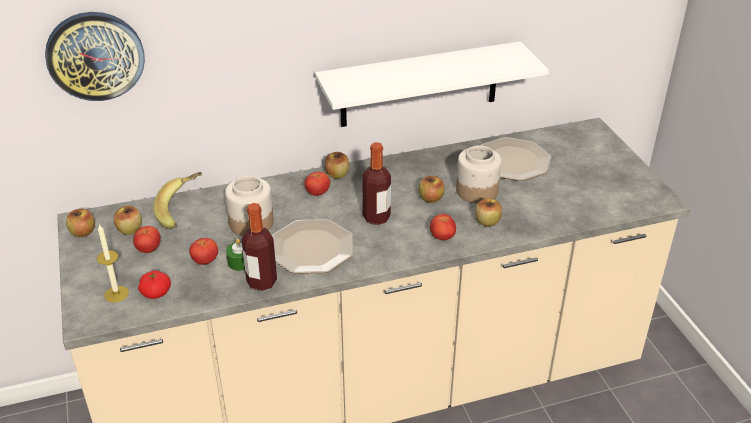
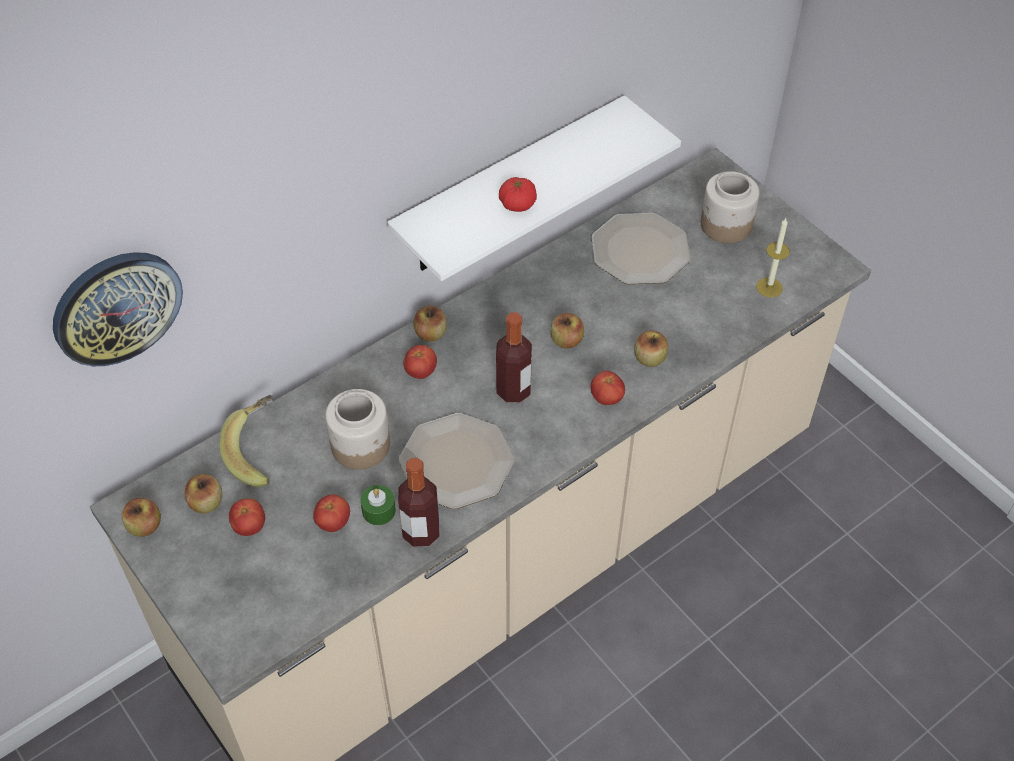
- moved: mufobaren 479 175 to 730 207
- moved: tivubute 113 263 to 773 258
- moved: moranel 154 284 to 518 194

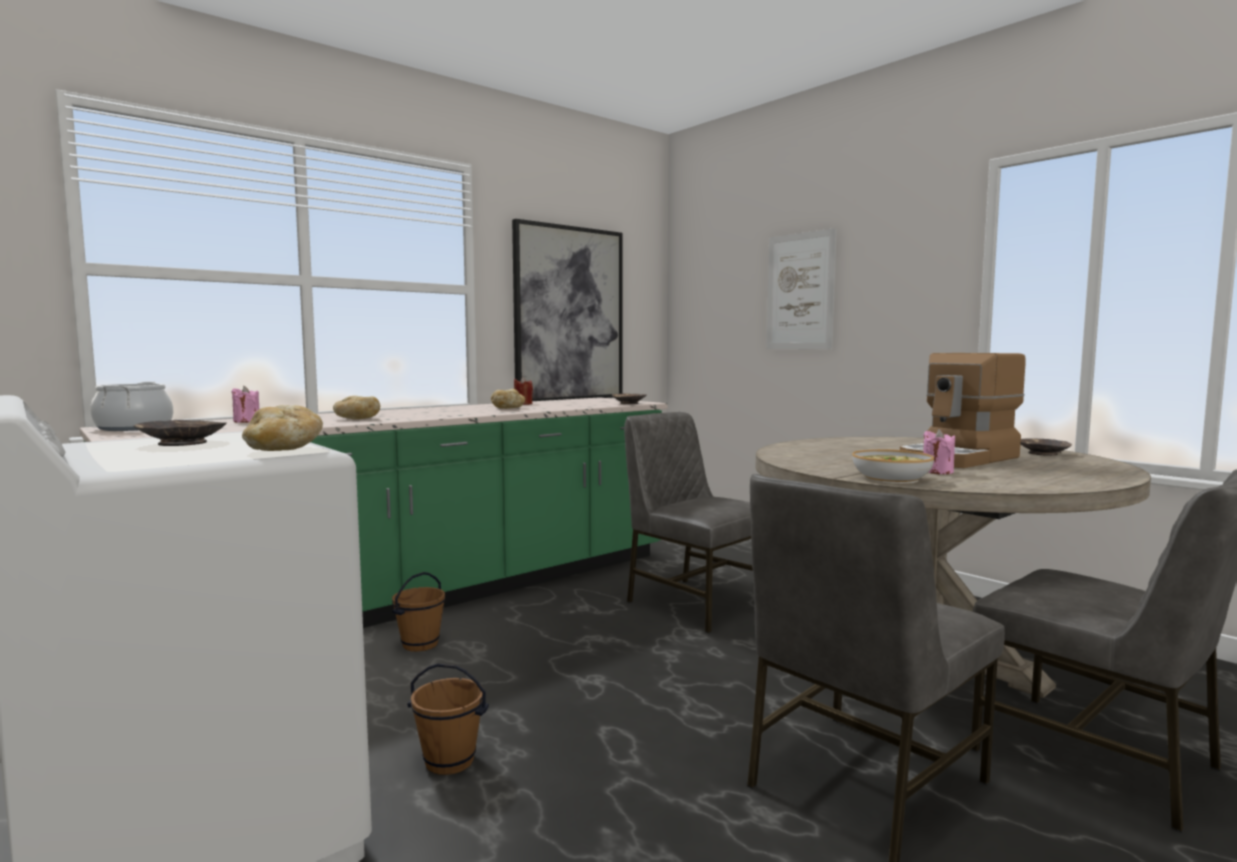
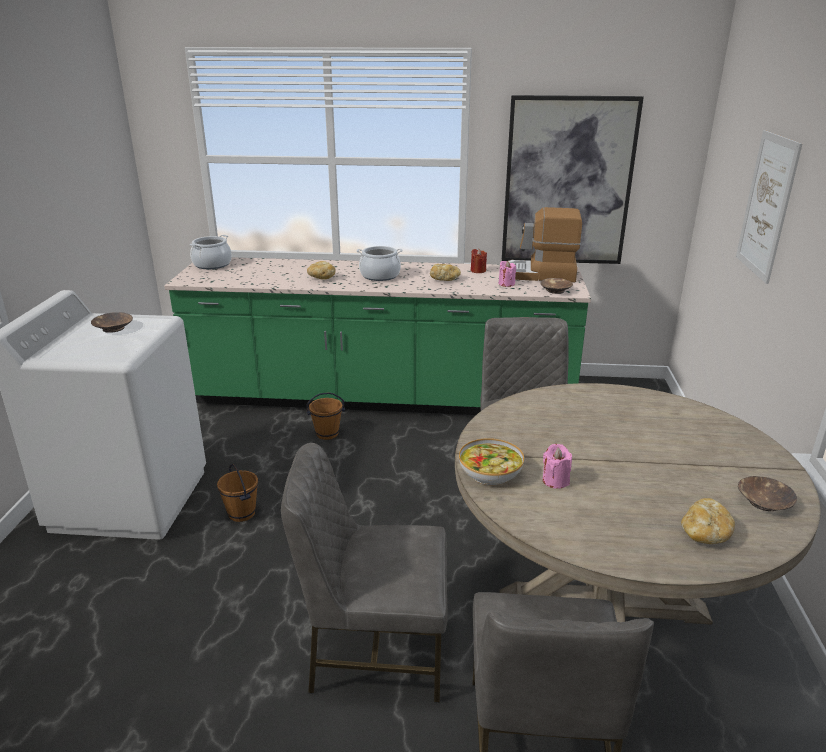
- moved: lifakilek 962 410 to 544 244
- moved: pink_tivubute 245 404 to 507 274
- moved: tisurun 282 428 to 708 521
- added: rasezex 380 263

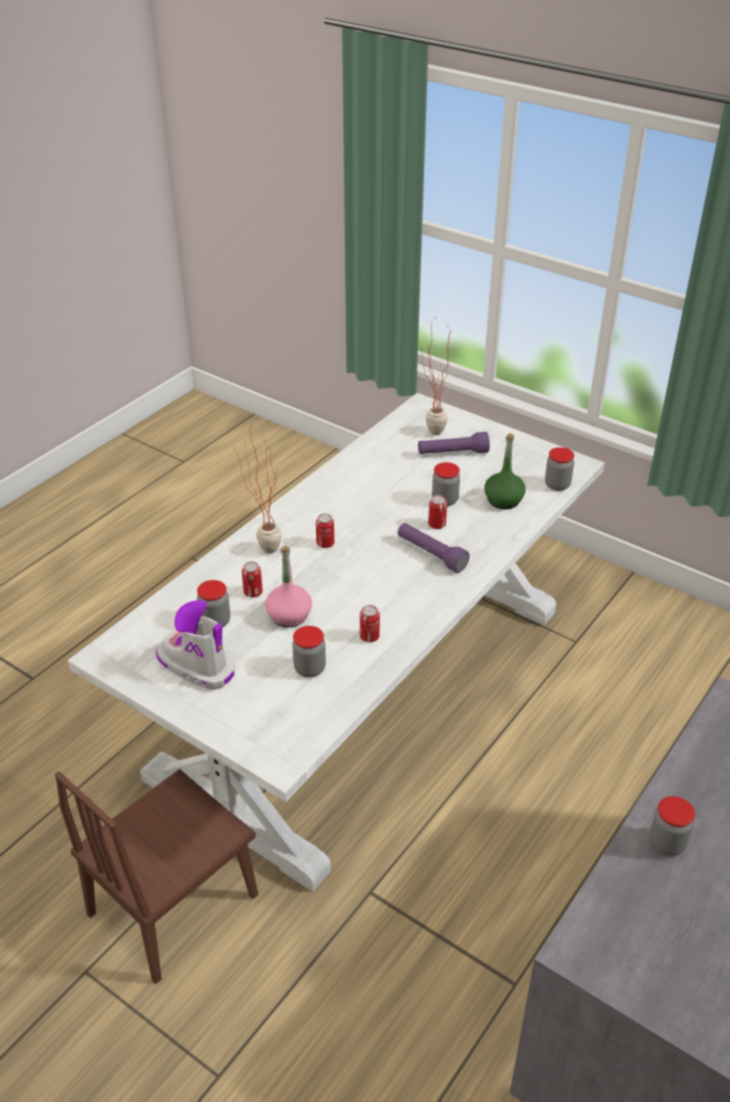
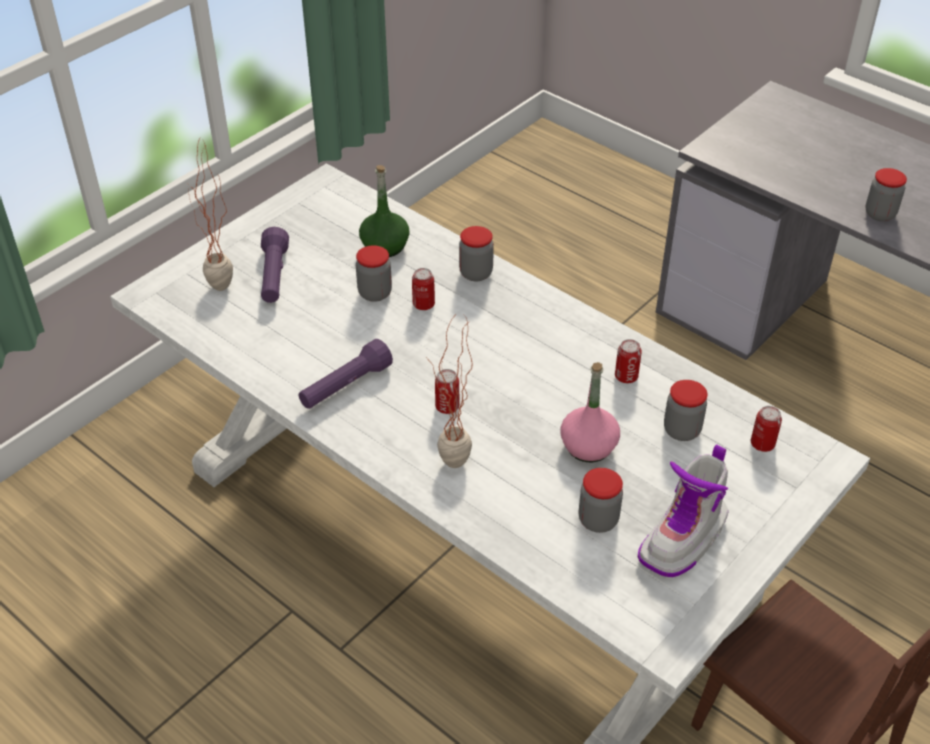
- moved: mufobaren 559 469 to 476 253
- moved: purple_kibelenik 434 548 to 346 374
- moved: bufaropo 252 579 to 766 429

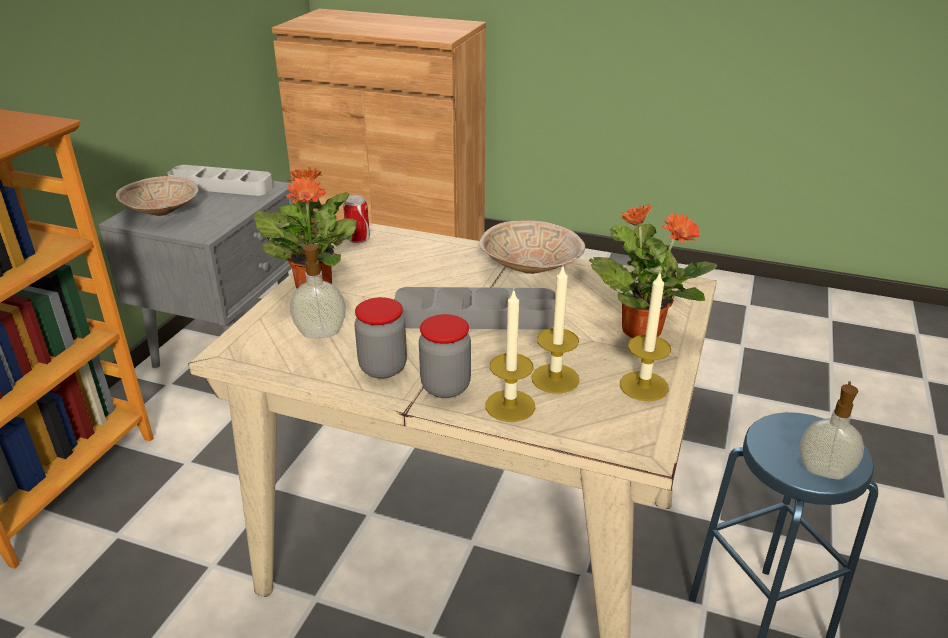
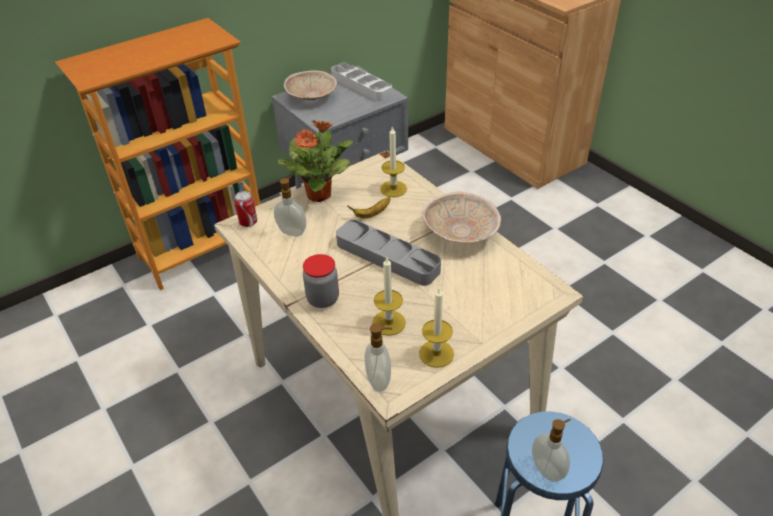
- moved: bufaropo 356 219 to 245 209
- removed: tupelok 653 270
- moved: tivubute 510 355 to 393 161
- removed: mufobaren 380 338
- added: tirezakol 369 207
- added: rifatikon 378 357

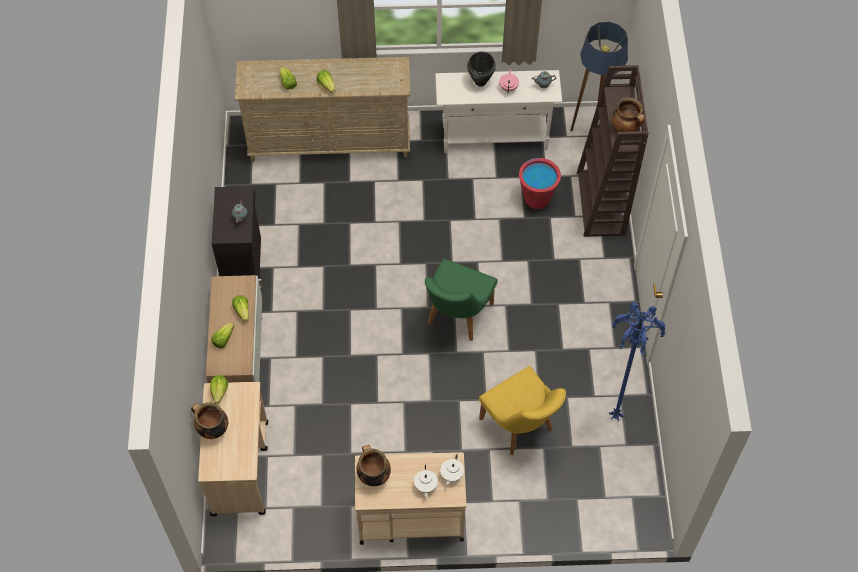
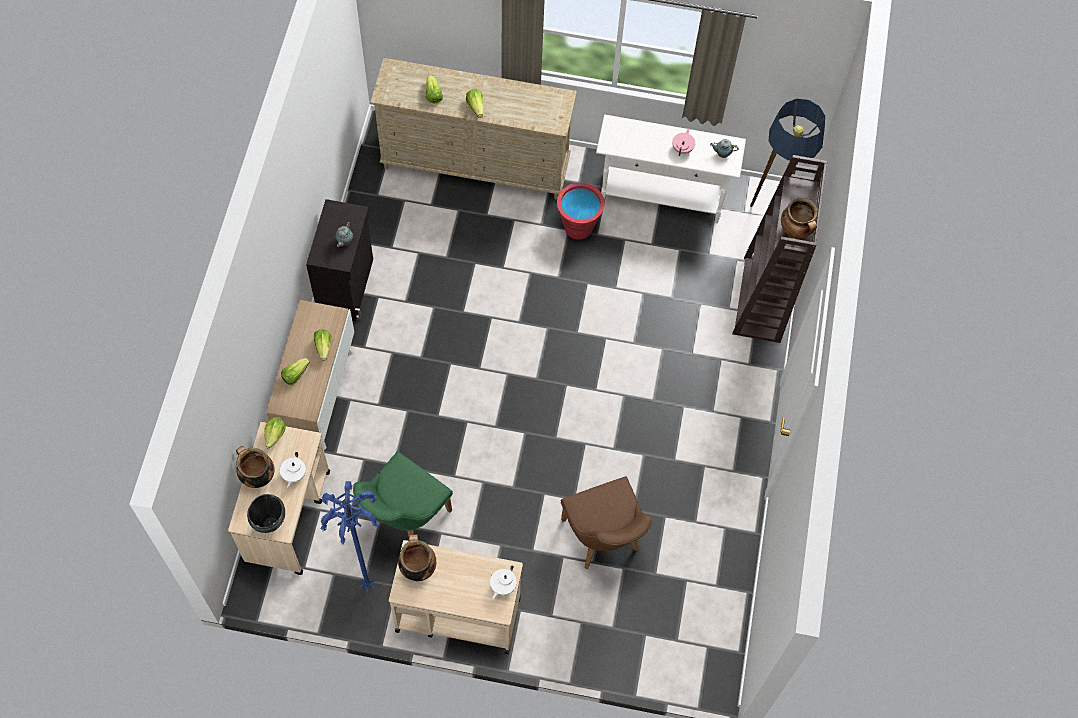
- moved: black_rasezex 481 69 to 266 513
- moved: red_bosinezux 540 183 to 581 211
- moved: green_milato 461 300 to 403 494
- moved: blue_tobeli 637 361 to 350 536
- recoloured: yellow_milato 522 410 to brown_milato 606 522
- moved: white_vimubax 426 482 to 293 470

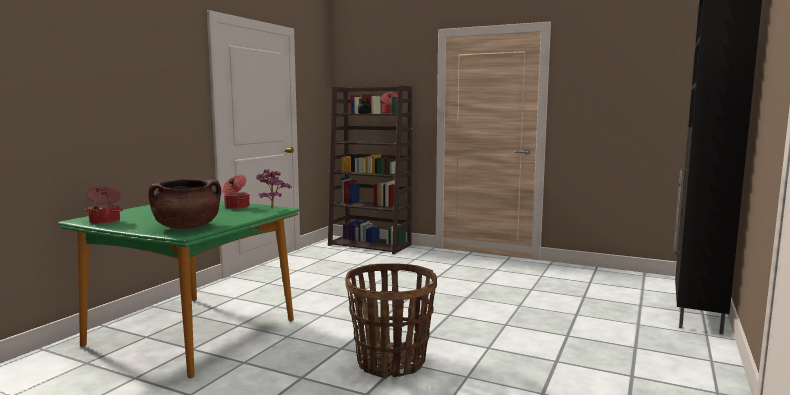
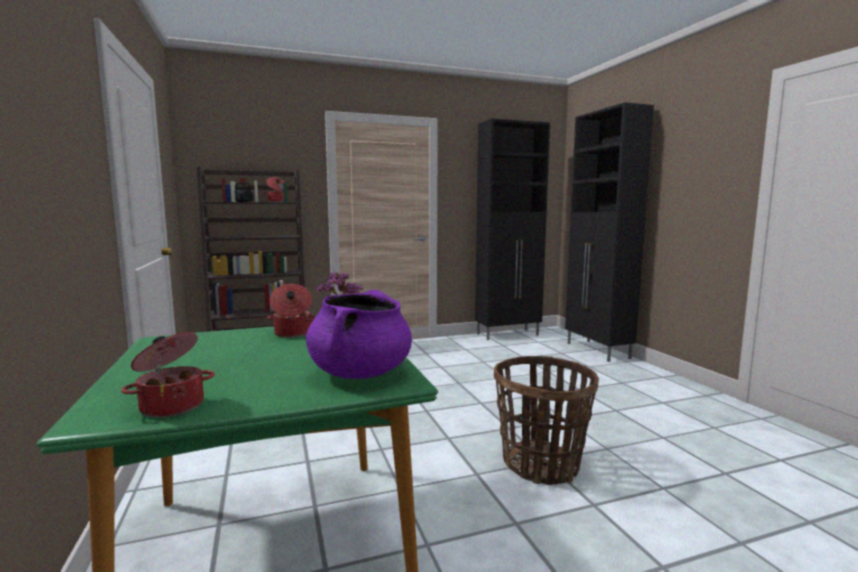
- recoloured: brown_rasezex 184 204 to purple_rasezex 359 334
- added: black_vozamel 512 229

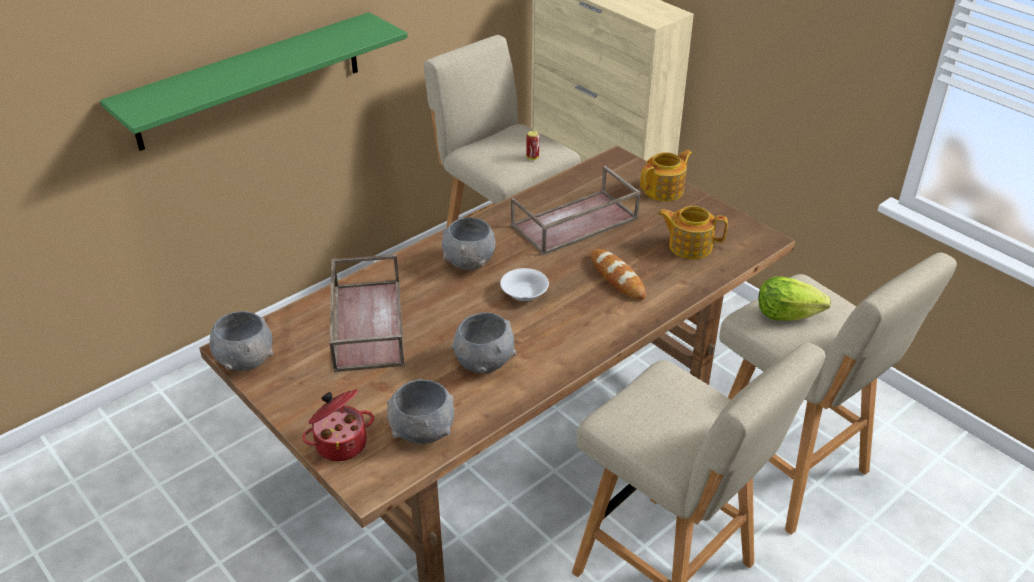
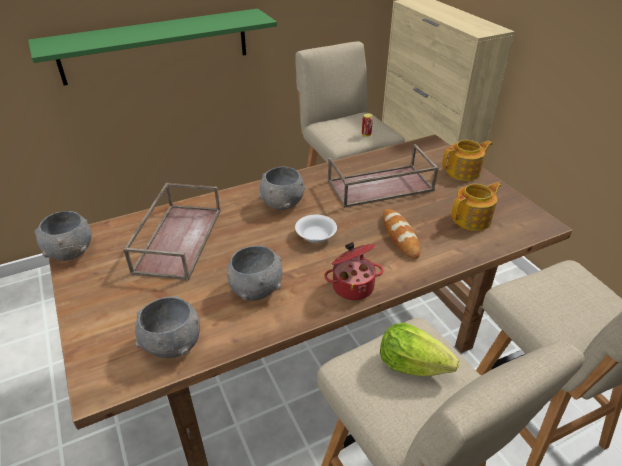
- turned: vimubax 693 232 = 476 206 120 degrees clockwise
- moved: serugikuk 794 298 to 419 349
- moved: rasezex 338 425 to 353 271

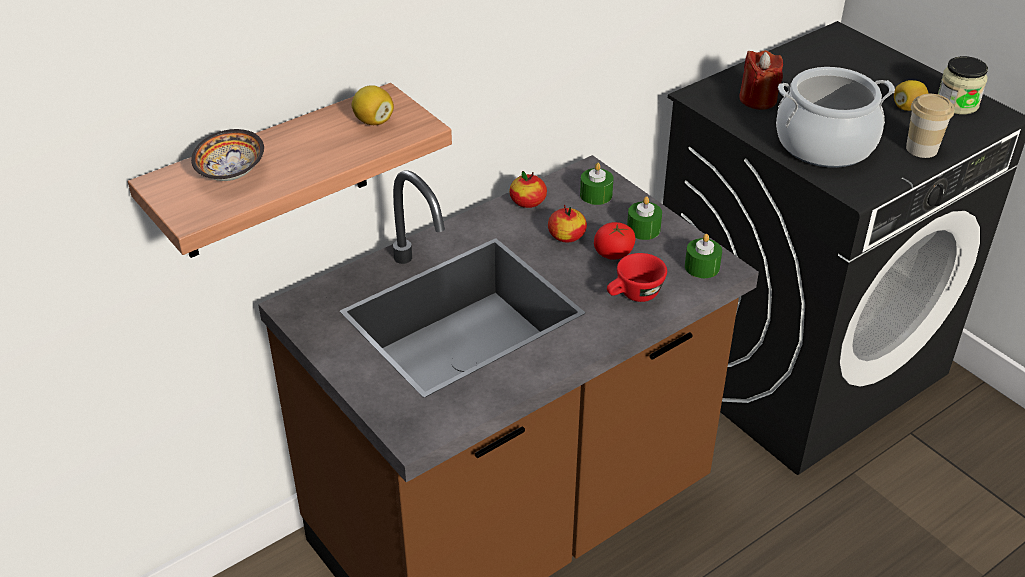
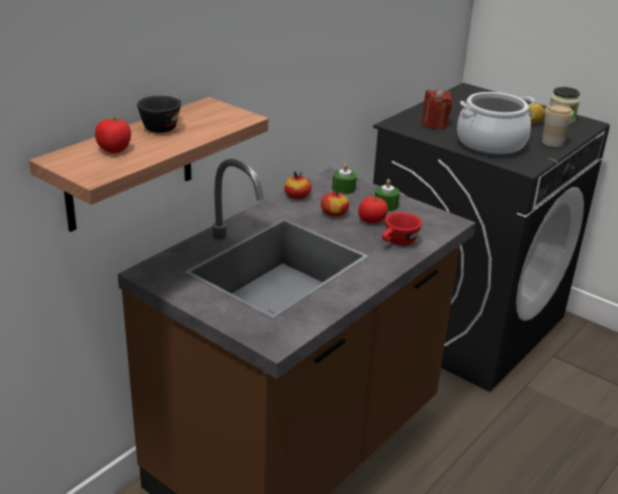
- removed: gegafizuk 372 105
- replaced: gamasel 227 155 to moranel 113 135
- removed: green_tivubute 703 256
- added: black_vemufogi 159 114

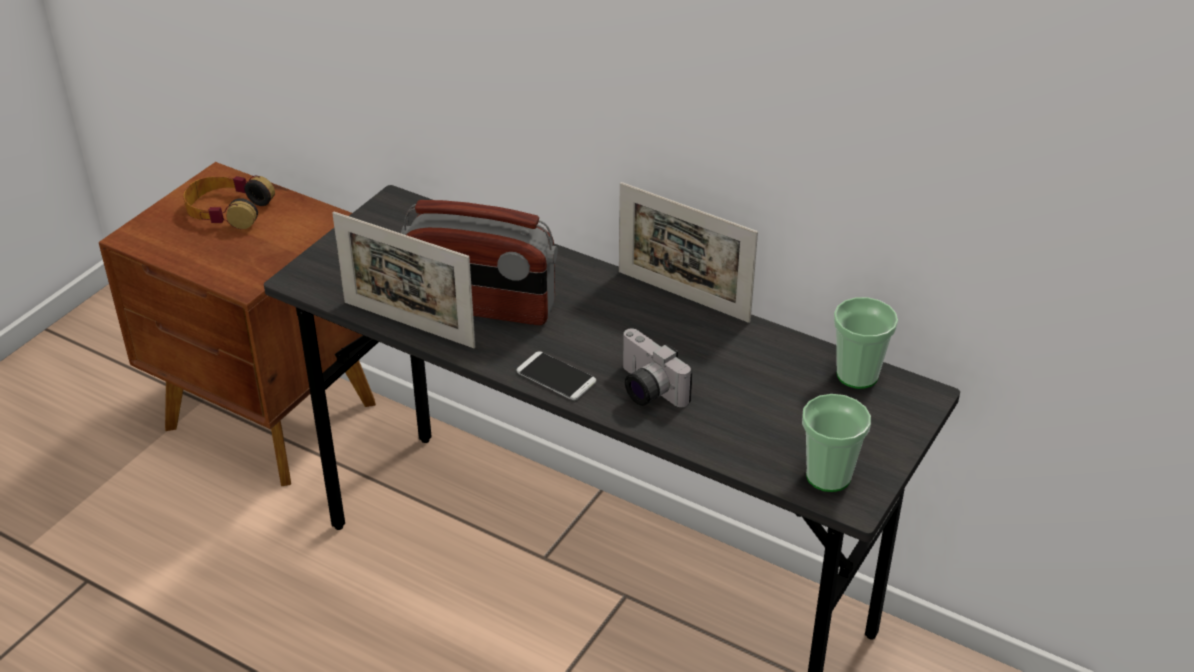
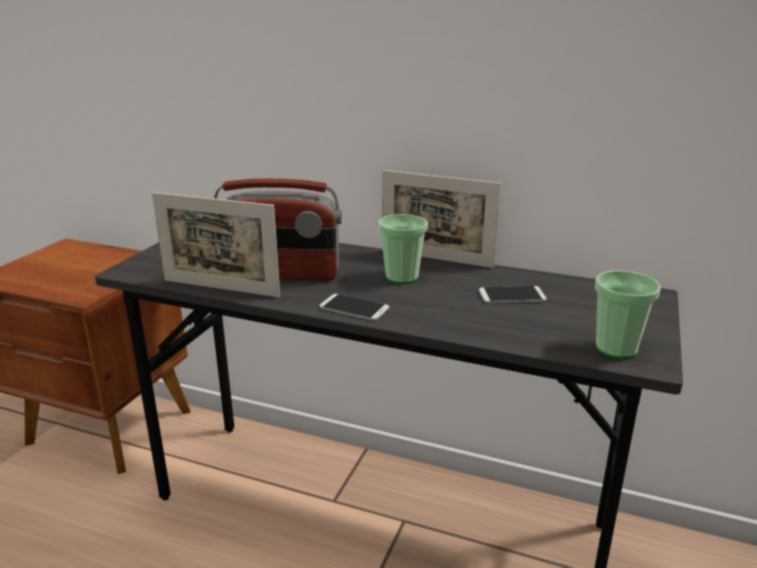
- removed: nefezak 229 202
- moved: vemufogi 865 343 to 403 249
- removed: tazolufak 657 368
- added: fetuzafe 513 294

